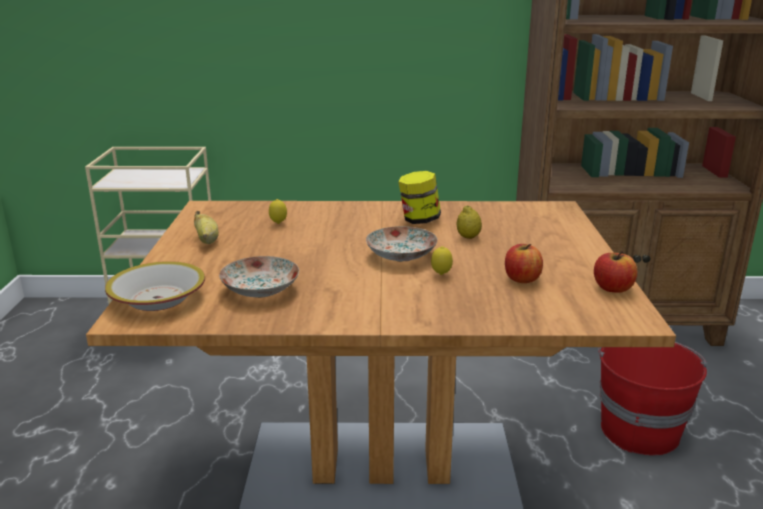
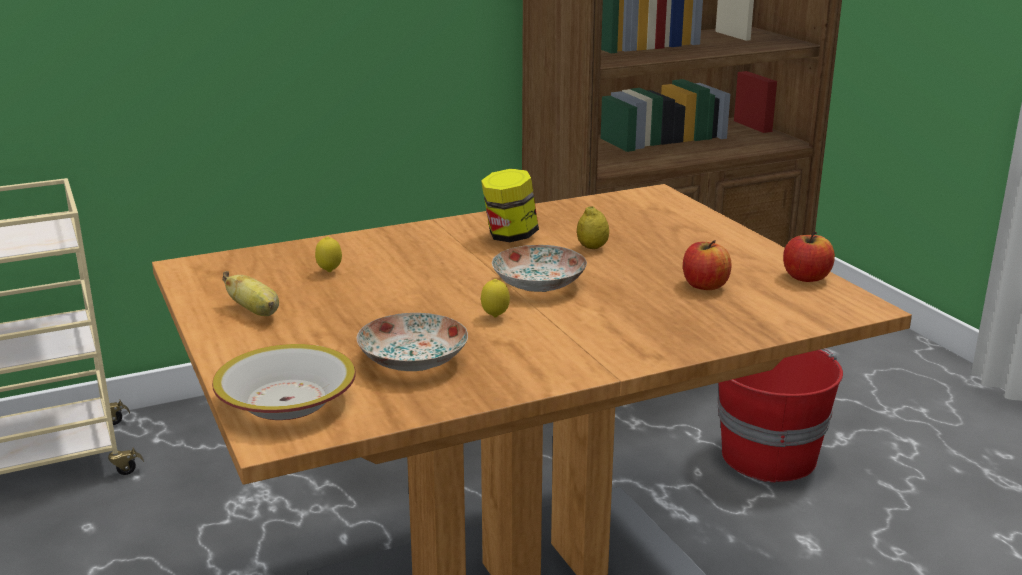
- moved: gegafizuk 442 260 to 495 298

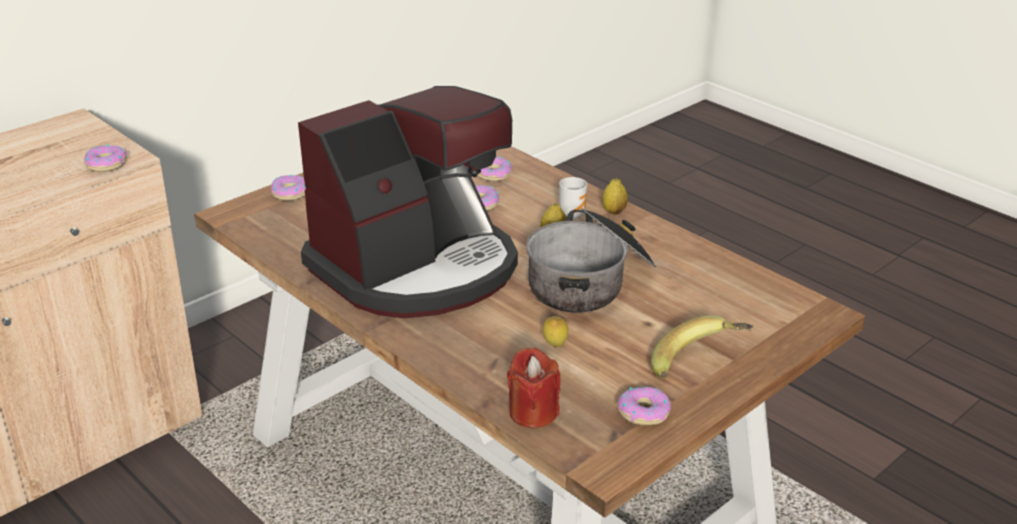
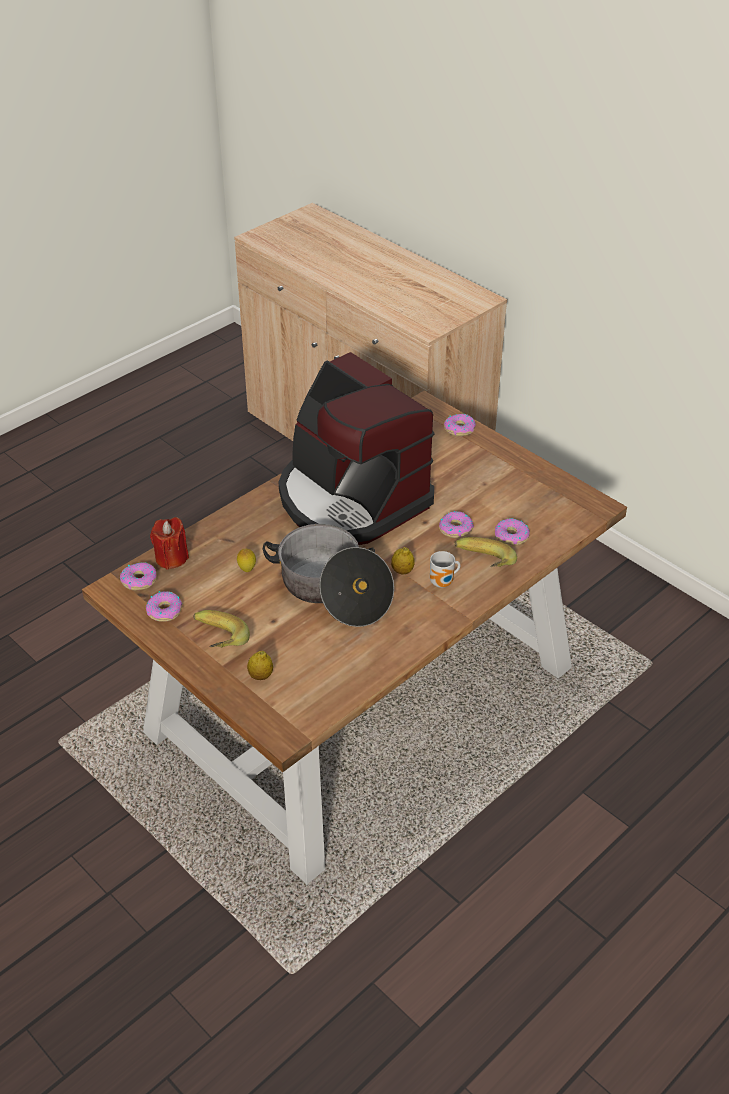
- moved: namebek 105 158 to 138 576
- moved: gegafizuk 615 196 to 260 665
- added: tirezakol 485 552

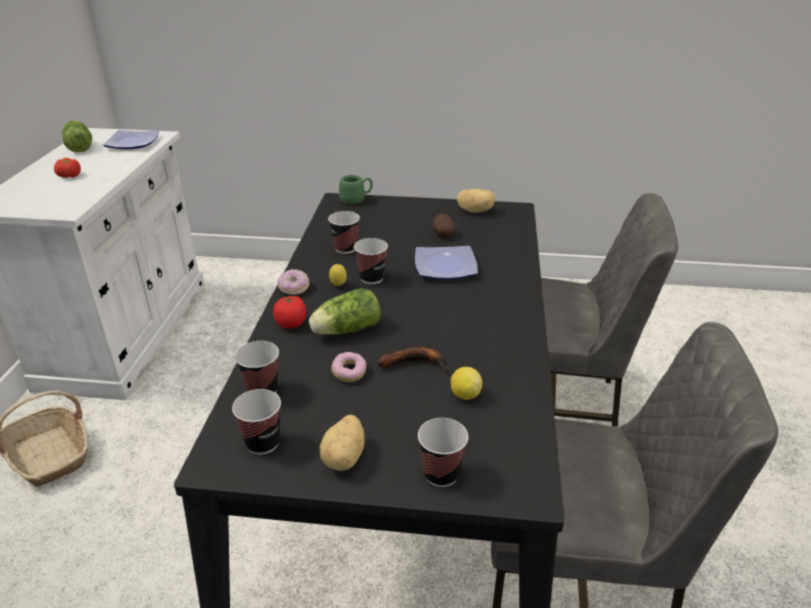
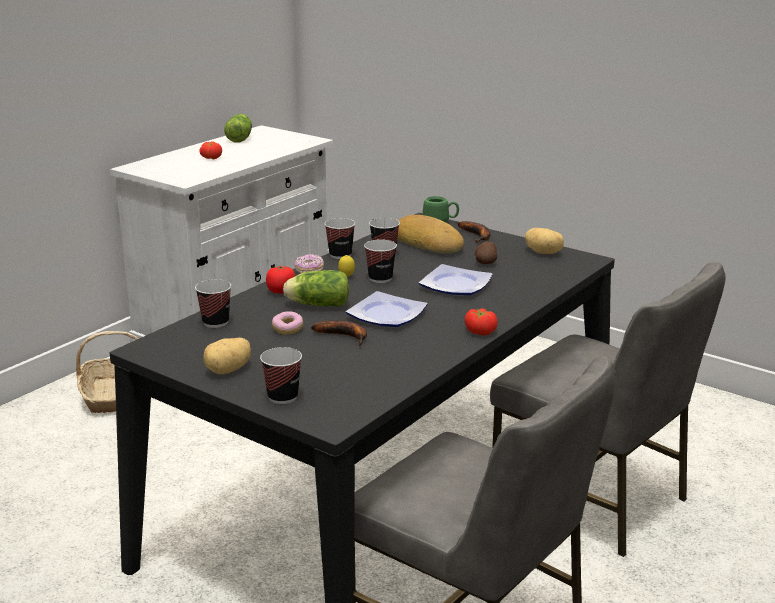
- moved: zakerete 131 139 to 387 309
- removed: gegafizuk 467 383
- moved: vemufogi 256 422 to 340 238
- added: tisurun 430 234
- added: tirezakol 474 232
- added: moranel 481 321

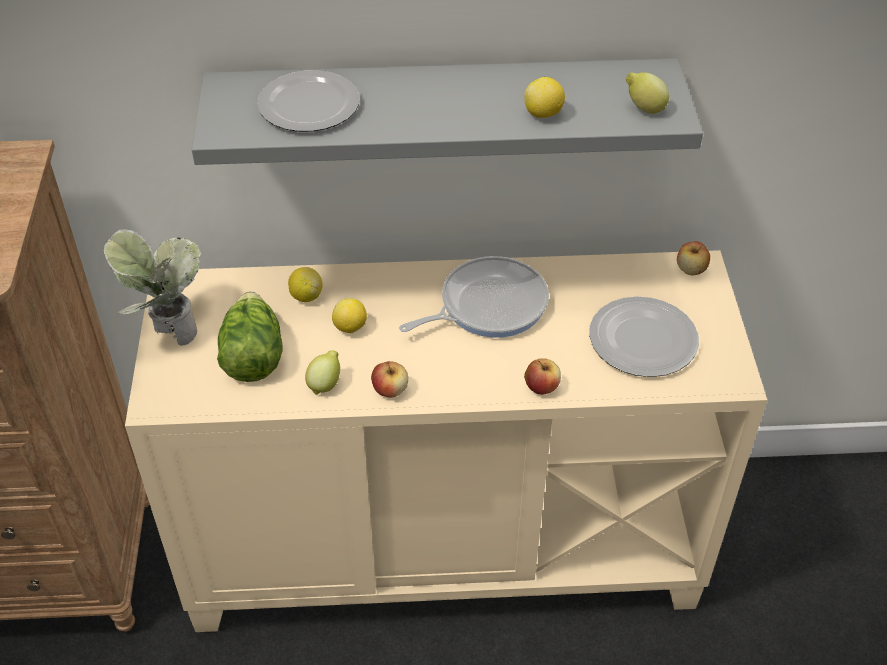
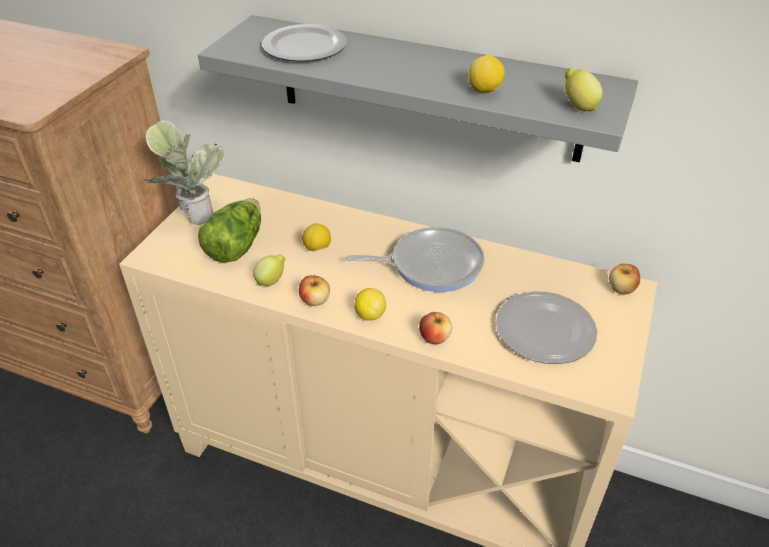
- moved: gegafizuk 305 284 to 370 304

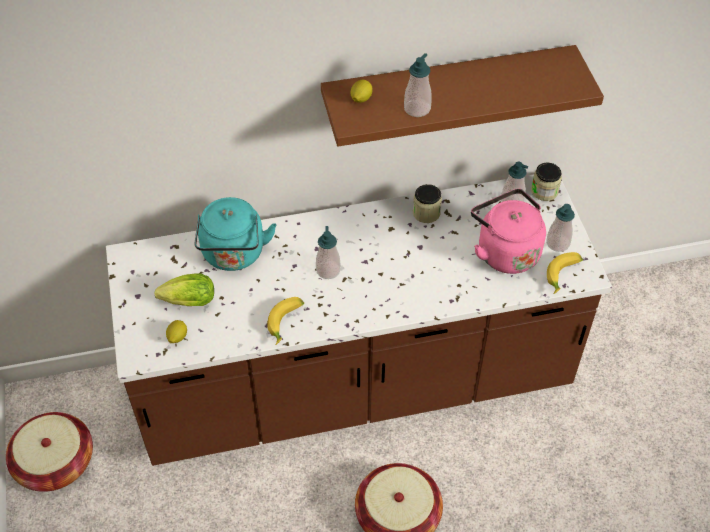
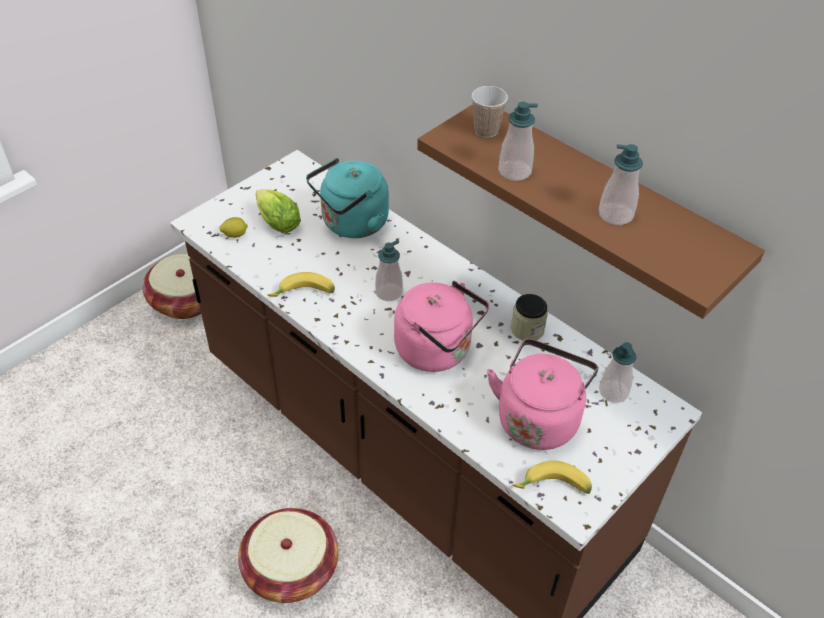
- replaced: gegafizuk 361 91 to vemufogi 490 112
- removed: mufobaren 546 182
- moved: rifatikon 560 228 to 621 184
- added: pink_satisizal 441 326

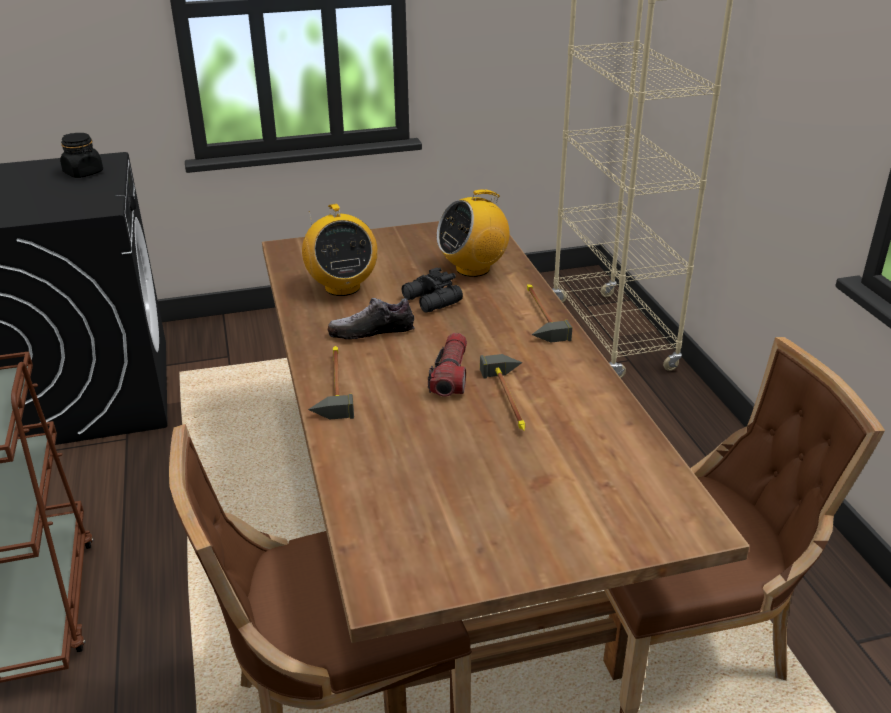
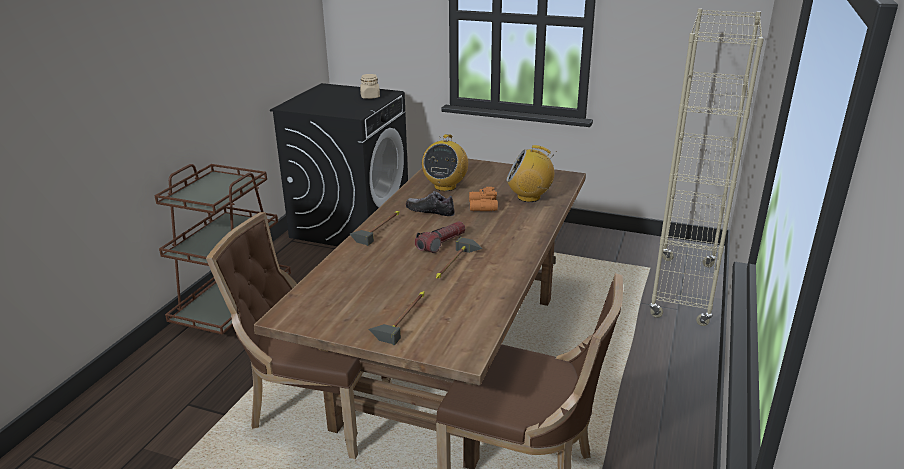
- recoloured: black_mufobaren 81 155 to beige_mufobaren 370 86
- recoloured: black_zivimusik 432 290 to orange_zivimusik 483 199
- moved: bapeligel 549 313 to 397 318

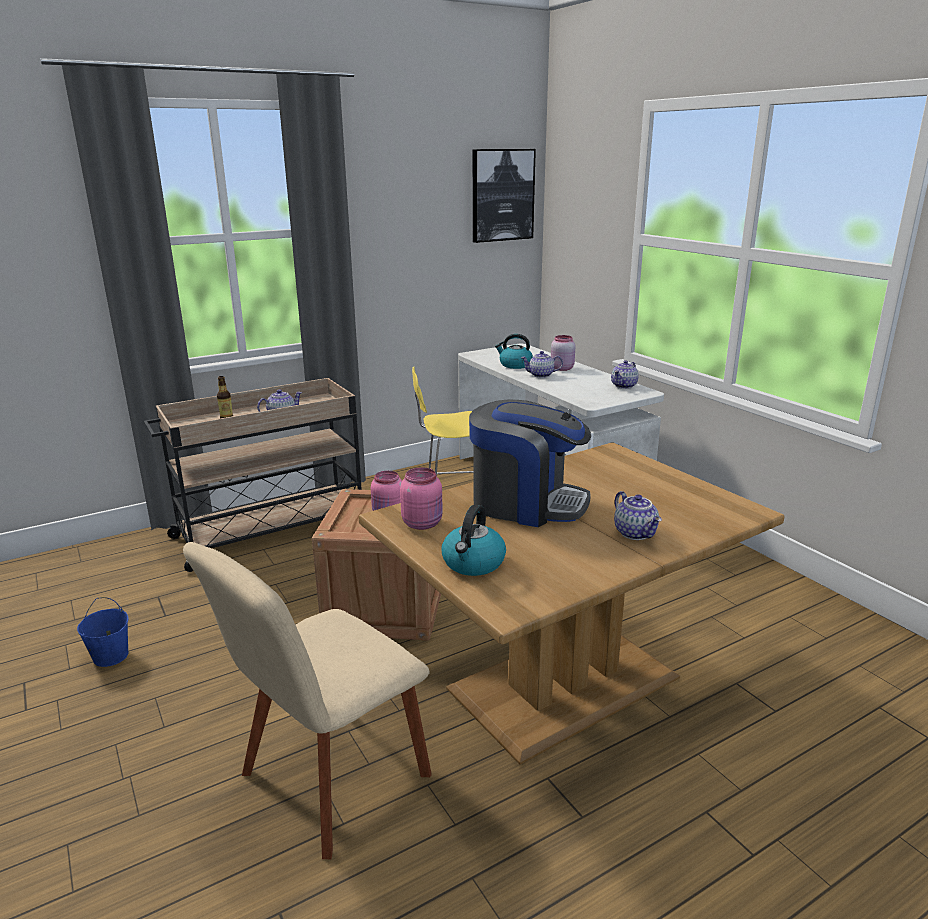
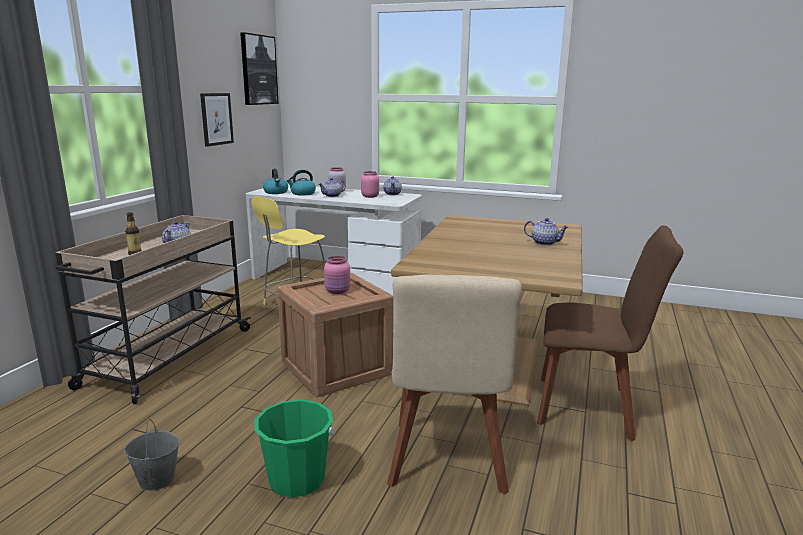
- removed: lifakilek 530 463
- moved: pink_mufobaren 421 498 to 370 184
- moved: satisizal 473 540 to 275 181
- recoloured: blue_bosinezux 103 632 to grey_bosinezux 151 455
- added: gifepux 217 120
- added: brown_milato 610 333
- added: green_bosinezux 294 448

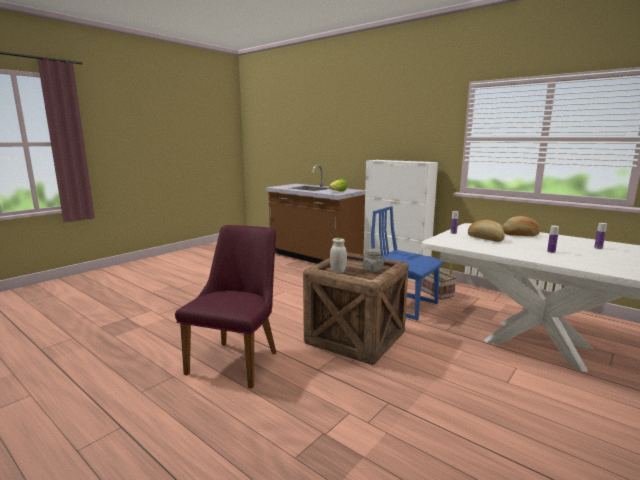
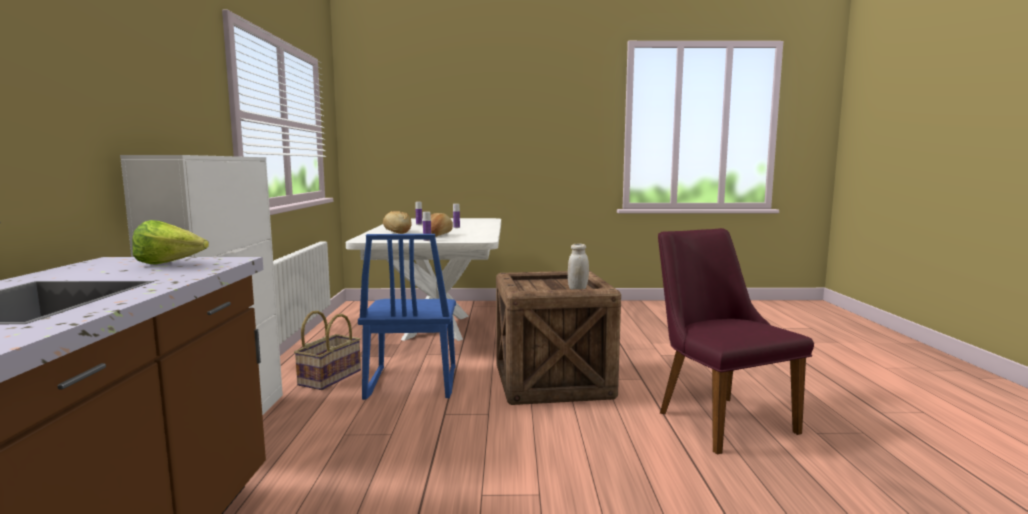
- turned: purple_milato 226 307 = 736 341 90 degrees clockwise
- removed: grey_mufobaren 373 259

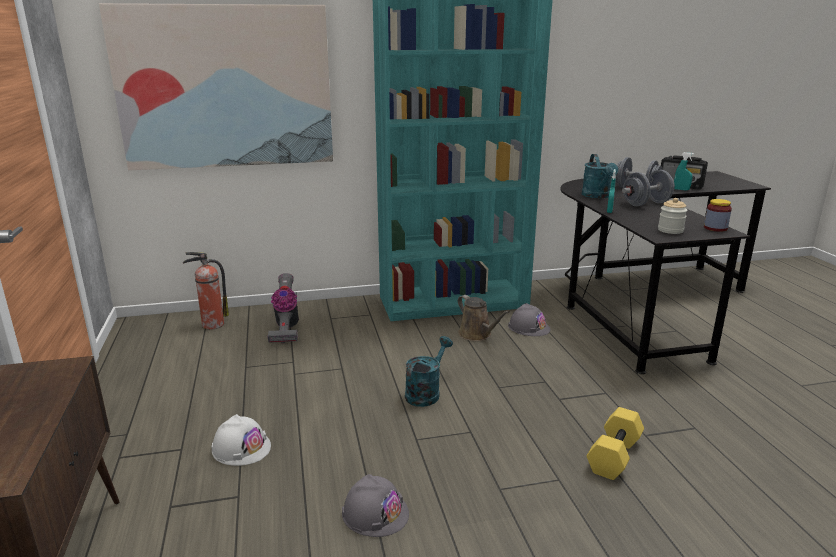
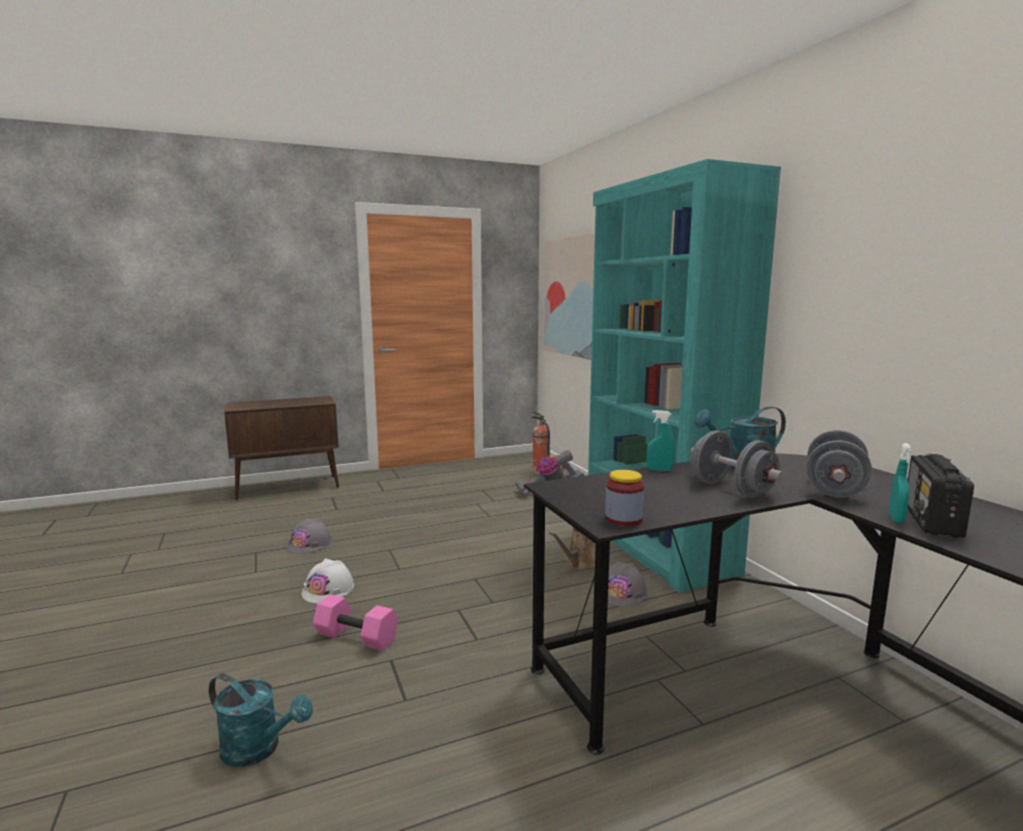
- removed: mufobaren 672 216
- moved: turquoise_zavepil 429 371 to 261 720
- recoloured: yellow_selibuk 615 443 to pink_selibuk 355 622
- moved: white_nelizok 241 440 to 327 581

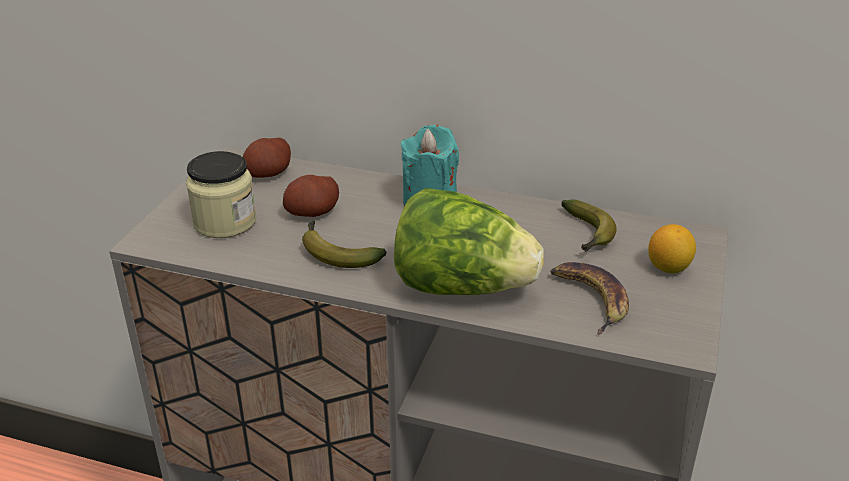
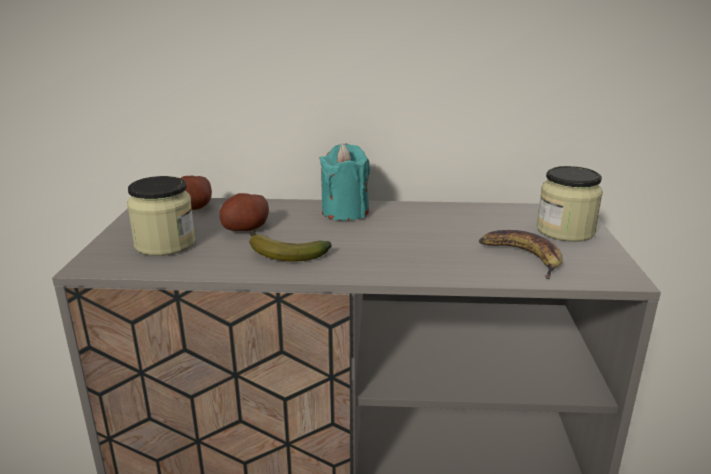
- removed: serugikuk 469 241
- removed: tirezakol 589 226
- replaced: gegafizuk 672 249 to mufobaren 569 204

